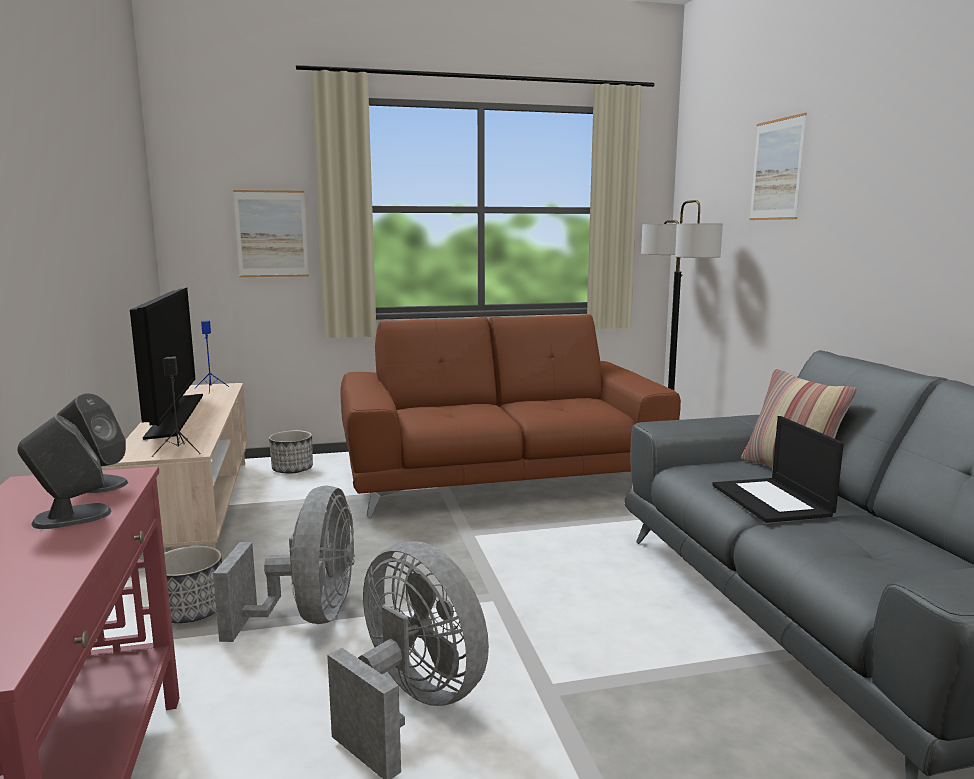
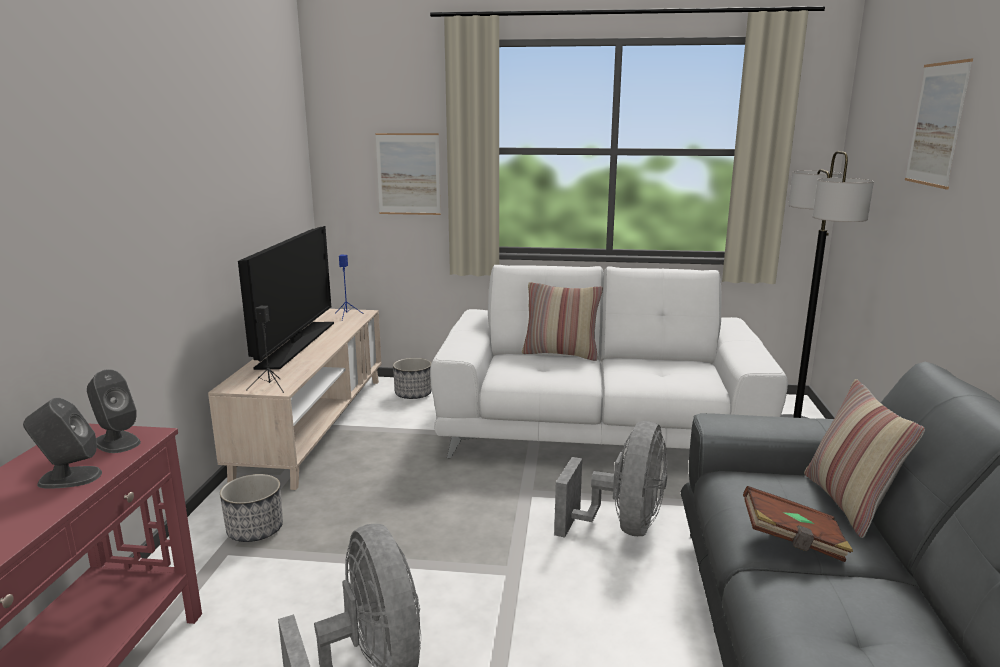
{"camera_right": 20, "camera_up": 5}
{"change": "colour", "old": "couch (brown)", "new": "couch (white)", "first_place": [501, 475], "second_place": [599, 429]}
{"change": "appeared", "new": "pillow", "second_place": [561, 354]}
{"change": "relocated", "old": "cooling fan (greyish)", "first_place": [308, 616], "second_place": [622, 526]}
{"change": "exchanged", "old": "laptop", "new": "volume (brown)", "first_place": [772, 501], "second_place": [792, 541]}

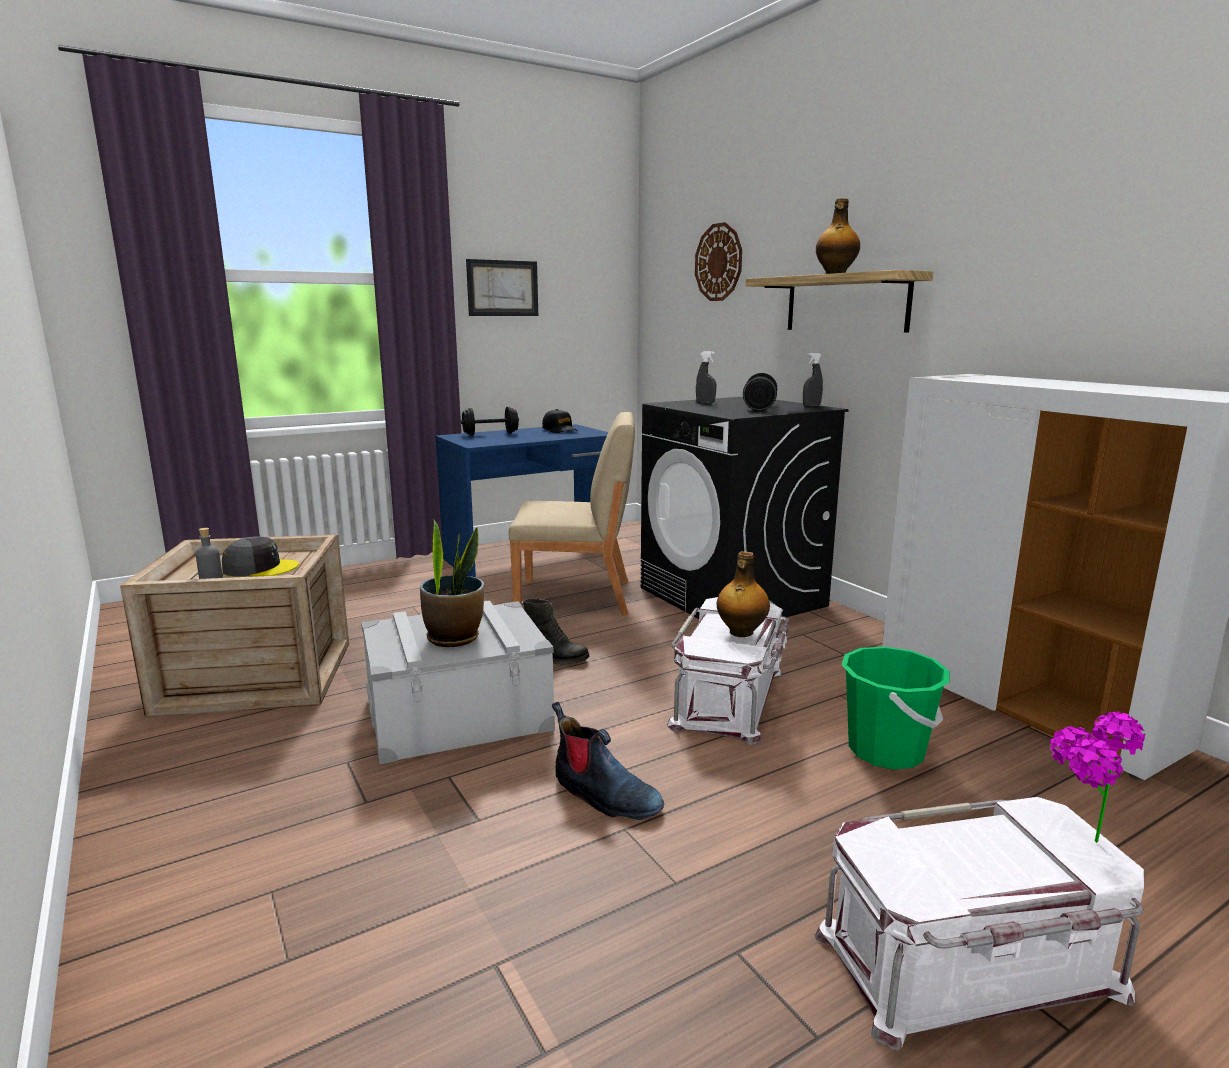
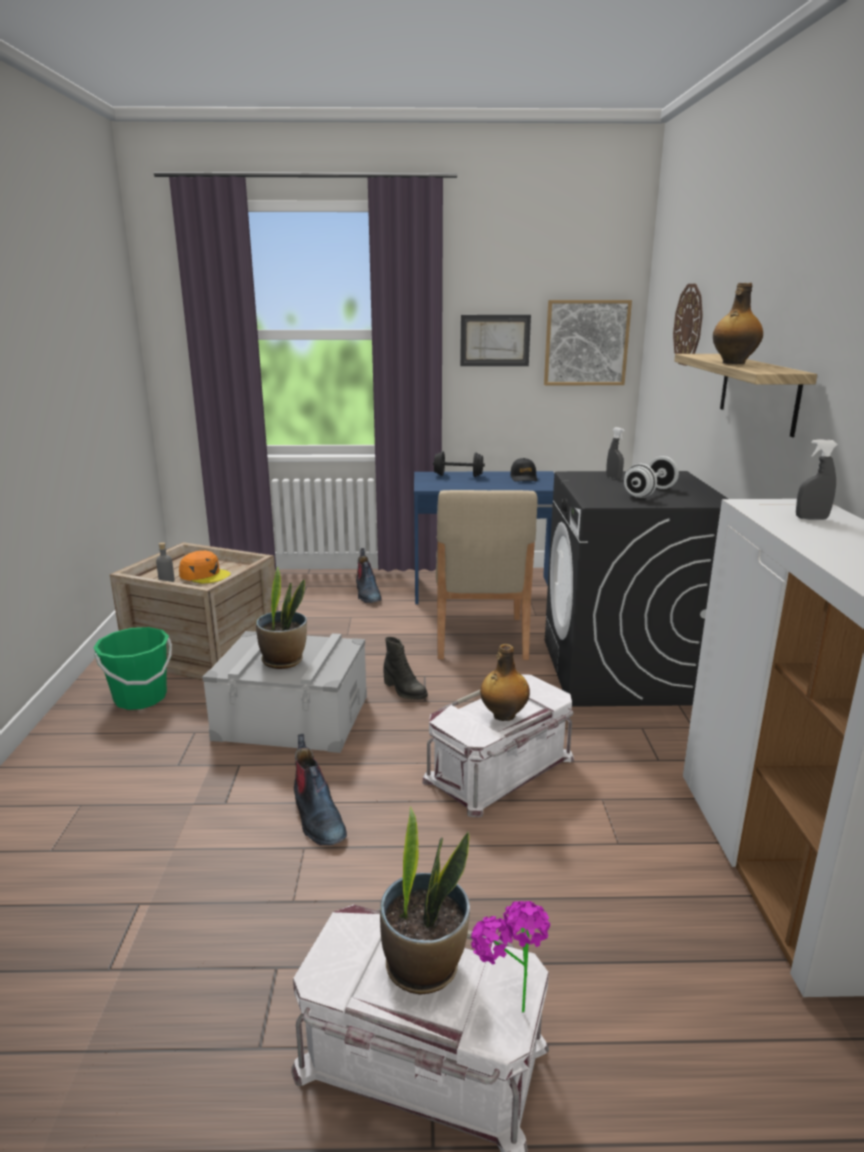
{"camera_right": 30, "camera_up": 5}
{"change": "relocated", "old": "water bucket (greenish)", "first_place": [886, 751], "second_place": [140, 698]}
{"change": "colour", "old": "peaked cap (greyish)", "new": "peaked cap (orange)", "first_place": [260, 568], "second_place": [205, 575]}
{"change": "appeared", "new": "tall boot", "second_place": [367, 594]}
{"change": "appeared", "new": "plant in a pot", "second_place": [424, 965]}
{"change": "spun", "old": "chair (beige)", "first_place": [576, 597], "second_place": [480, 638], "degrees": 60}
{"change": "appeared", "new": "wall picture", "second_place": [586, 343]}
{"change": "colour", "old": "dumbbell (black)", "new": "dumbbell (white)", "first_place": [759, 407], "second_place": [650, 492]}
{"change": "relocated", "old": "hand sprayer (greyish)", "first_place": [811, 406], "second_place": [811, 518]}

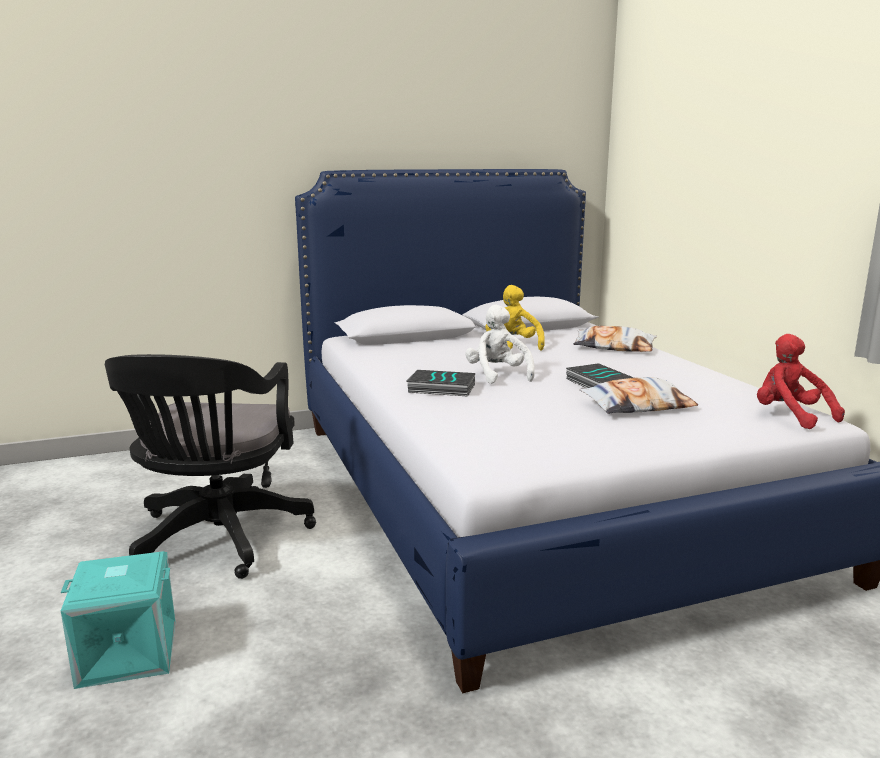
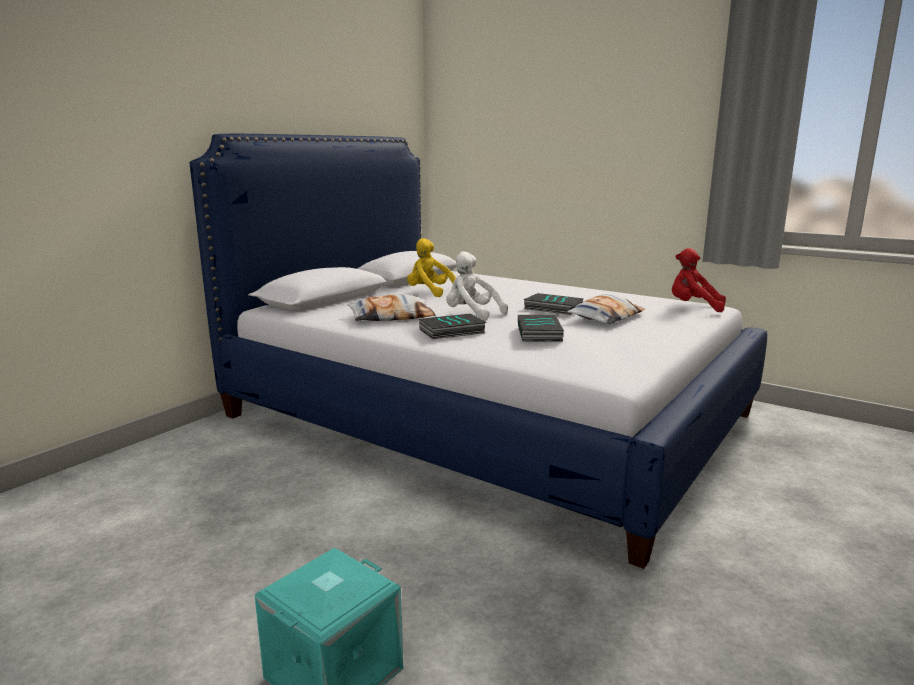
{"camera_right": -35, "camera_up": 0}
{"change": "relocated", "old": "pillow", "first_place": [614, 347], "second_place": [391, 317]}
{"change": "appeared", "new": "volume", "second_place": [540, 333]}
{"change": "missing", "old": "office chair (black)", "first_place": [217, 540]}

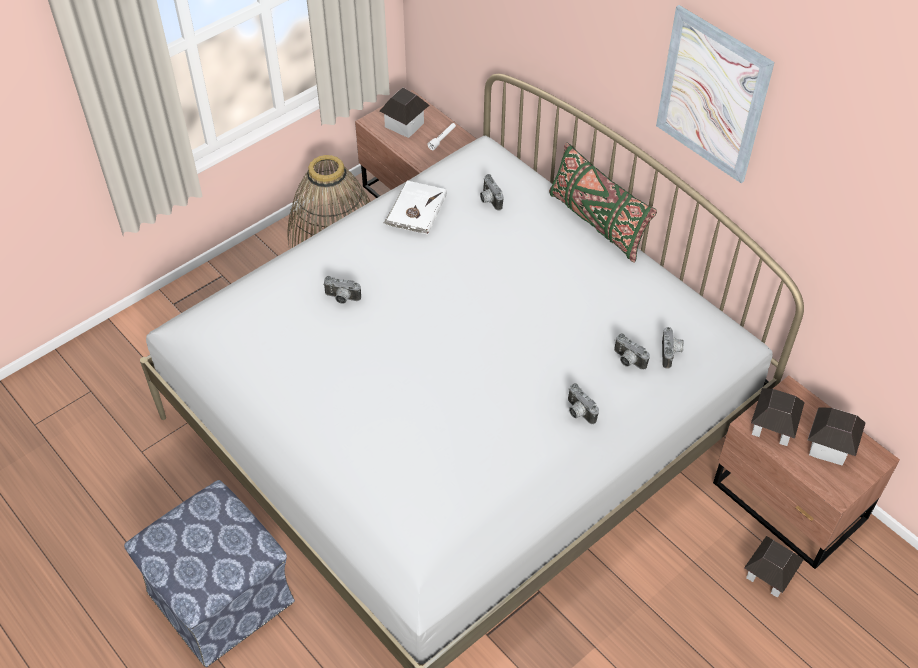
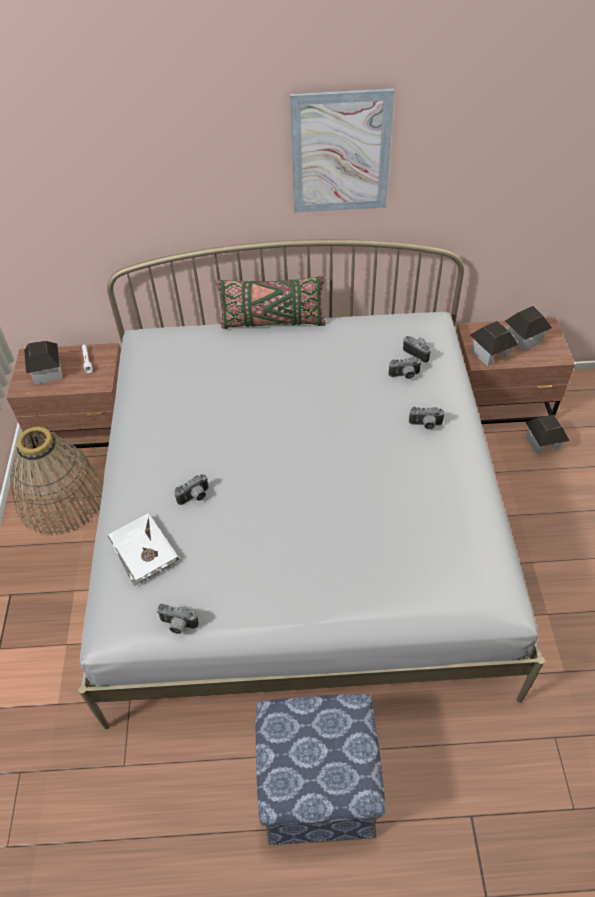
{"camera_right": -50, "camera_up": 0}
{"change": "relocated", "old": "volume (white)", "first_place": [415, 210], "second_place": [143, 551]}
{"change": "relocated", "old": "still camera", "first_place": [489, 200], "second_place": [177, 625]}

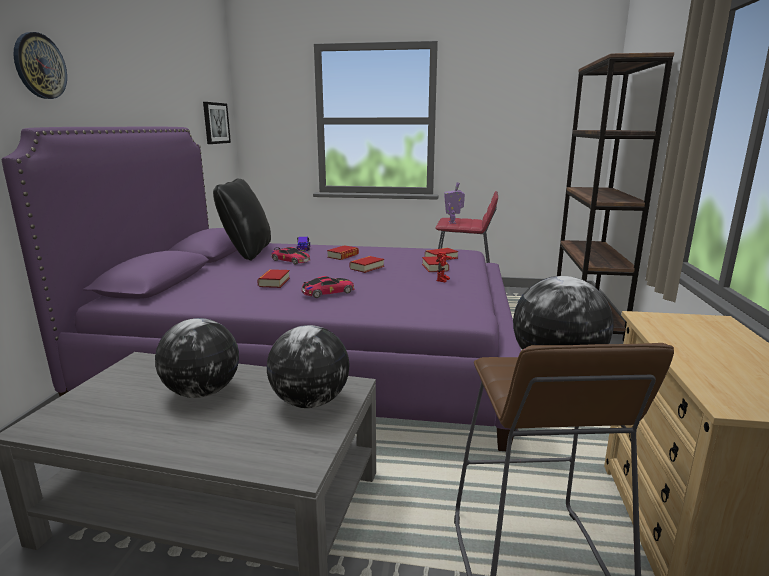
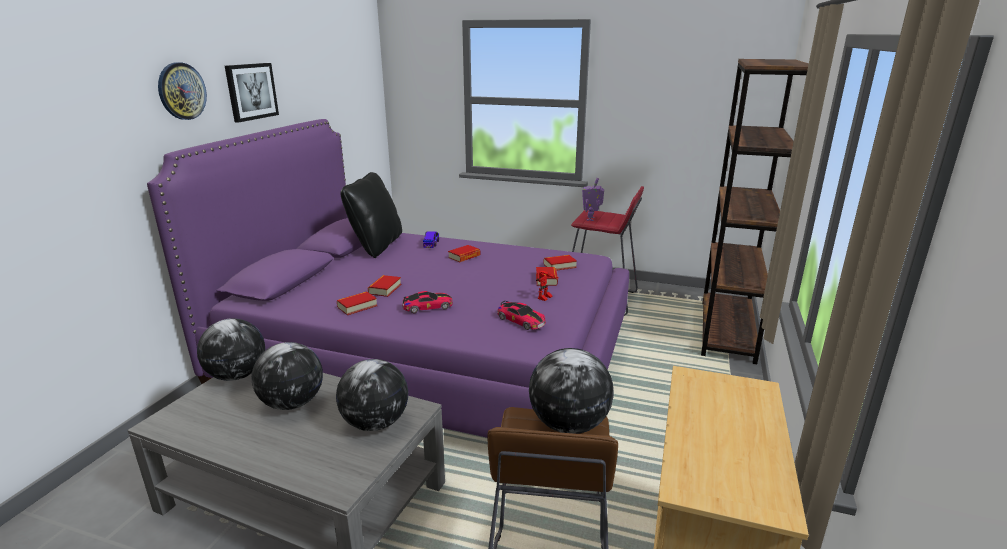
{"camera_right": 10, "camera_up": 5}
{"change": "appeared", "new": "desk globe", "second_place": [237, 375]}
{"change": "relocated", "old": "wall picture", "first_place": [215, 123], "second_place": [251, 91]}
{"change": "relocated", "old": "volume", "first_place": [367, 267], "second_place": [357, 306]}
{"change": "relocated", "old": "miniature car", "first_place": [290, 260], "second_place": [521, 320]}

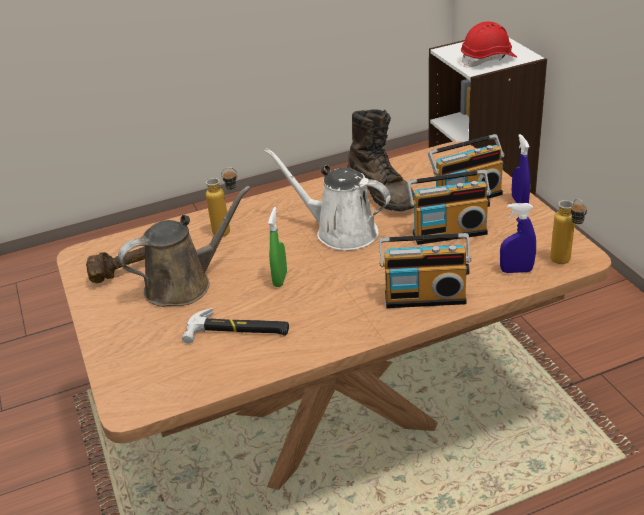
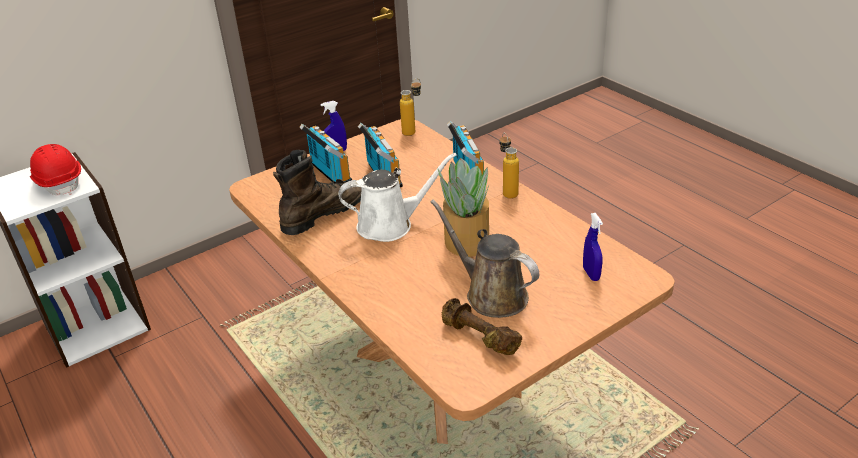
{"camera_right": -105, "camera_up": 0}
{"change": "spun", "old": "sprinkling can (white)", "first_place": [340, 232], "second_place": [390, 225], "degrees": -120}
{"change": "exchanged", "old": "hand sprayer (greenish)", "new": "plant in a pot", "first_place": [280, 279], "second_place": [466, 242]}
{"change": "relocated", "old": "beverage bottle", "first_place": [229, 231], "second_place": [507, 191]}
{"change": "relocated", "old": "hand sprayer (blue)", "first_place": [516, 270], "second_place": [591, 274]}
{"change": "missing", "old": "hand hammer", "first_place": [238, 331]}

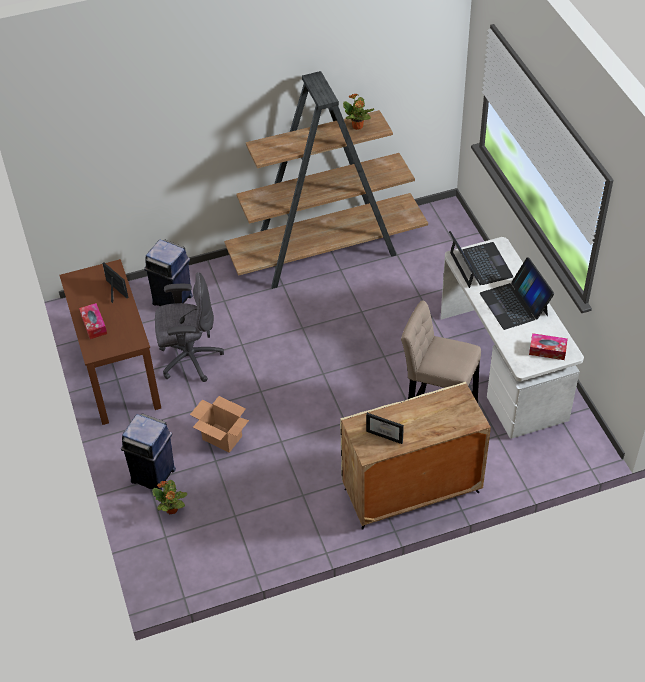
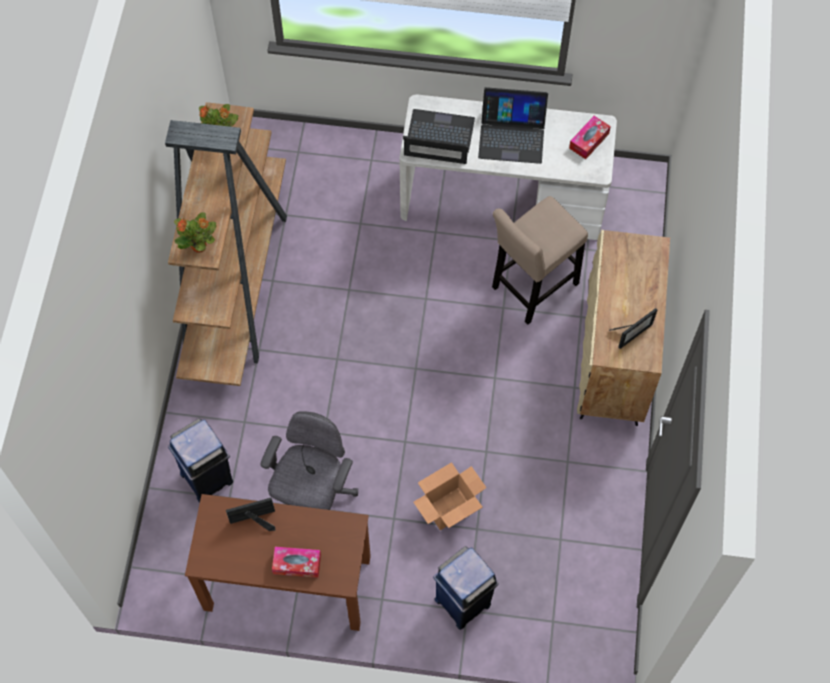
{"camera_right": -65, "camera_up": 15}
{"change": "relocated", "old": "plant in a pot", "first_place": [172, 510], "second_place": [199, 246]}

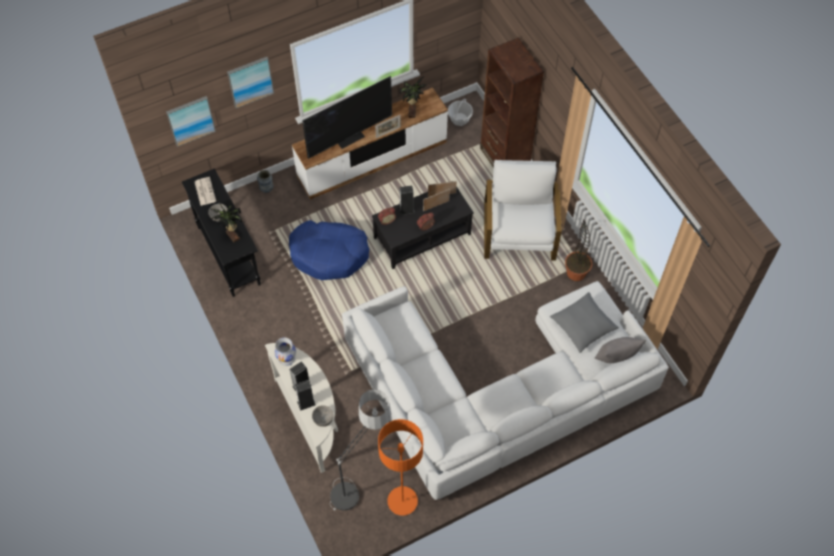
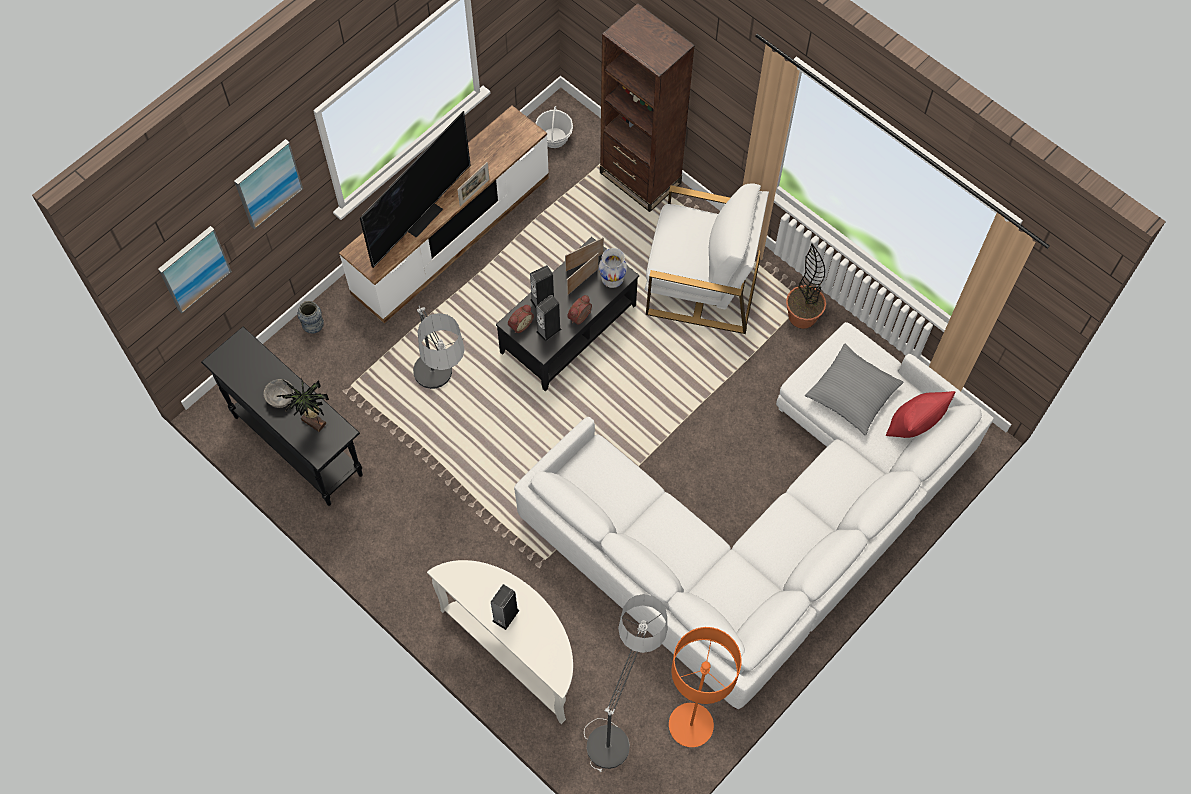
{"camera_right": -20, "camera_up": 5}
{"change": "exchanged", "old": "dog cushion (blue)", "new": "standard lamp", "first_place": [329, 254], "second_place": [445, 398]}
{"change": "relocated", "old": "loudspeaker", "first_place": [306, 403], "second_place": [548, 330]}
{"change": "relocated", "old": "decorative vase (white)", "first_place": [286, 359], "second_place": [612, 279]}
{"change": "spun", "old": "armchair (white)", "first_place": [520, 232], "second_place": [703, 280], "degrees": 120}
{"change": "colour", "old": "pillow (greyish)", "new": "pillow (red-coloured)", "first_place": [616, 357], "second_place": [914, 425]}
{"change": "missing", "old": "printed paper", "first_place": [205, 191]}
{"change": "missing", "old": "serving bowl (greyish)", "first_place": [323, 419]}
{"change": "missing", "old": "plant in a pot", "first_place": [413, 112]}

